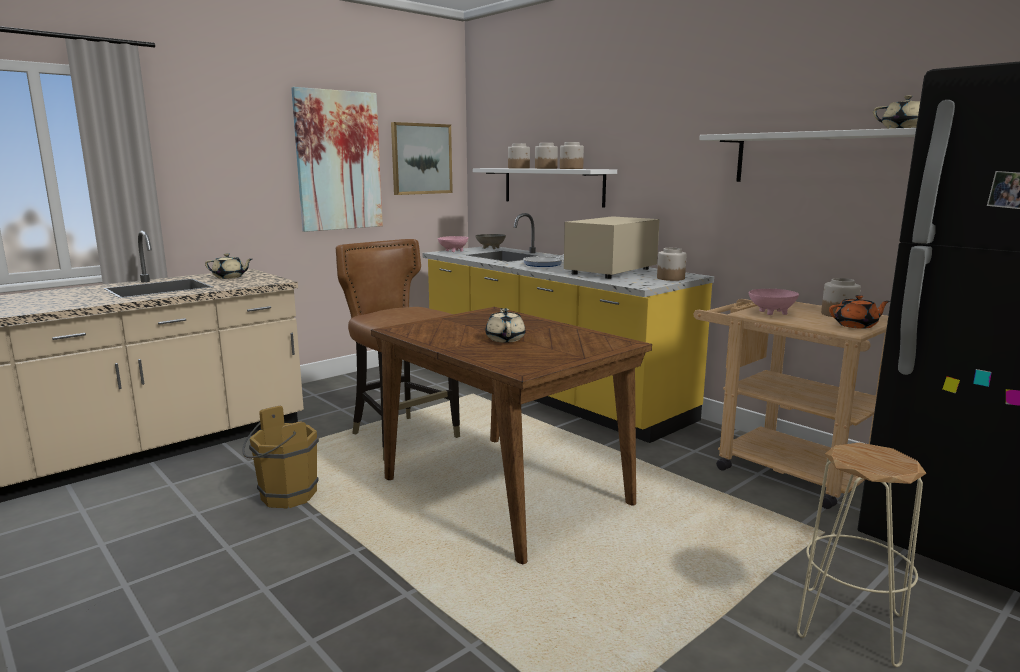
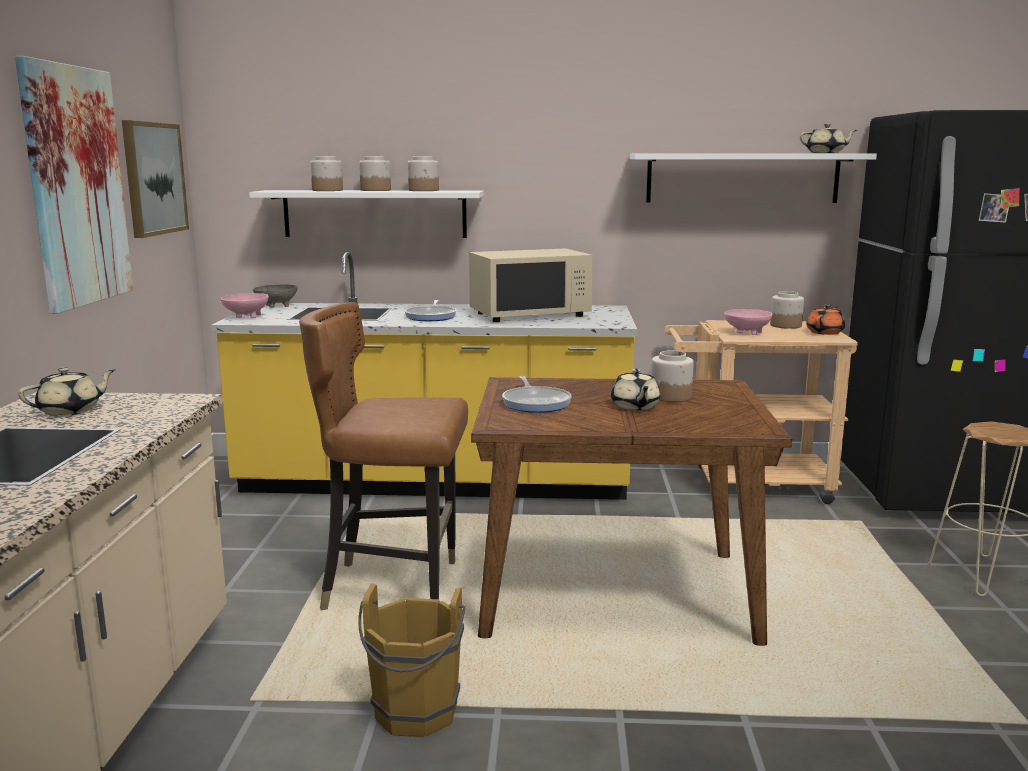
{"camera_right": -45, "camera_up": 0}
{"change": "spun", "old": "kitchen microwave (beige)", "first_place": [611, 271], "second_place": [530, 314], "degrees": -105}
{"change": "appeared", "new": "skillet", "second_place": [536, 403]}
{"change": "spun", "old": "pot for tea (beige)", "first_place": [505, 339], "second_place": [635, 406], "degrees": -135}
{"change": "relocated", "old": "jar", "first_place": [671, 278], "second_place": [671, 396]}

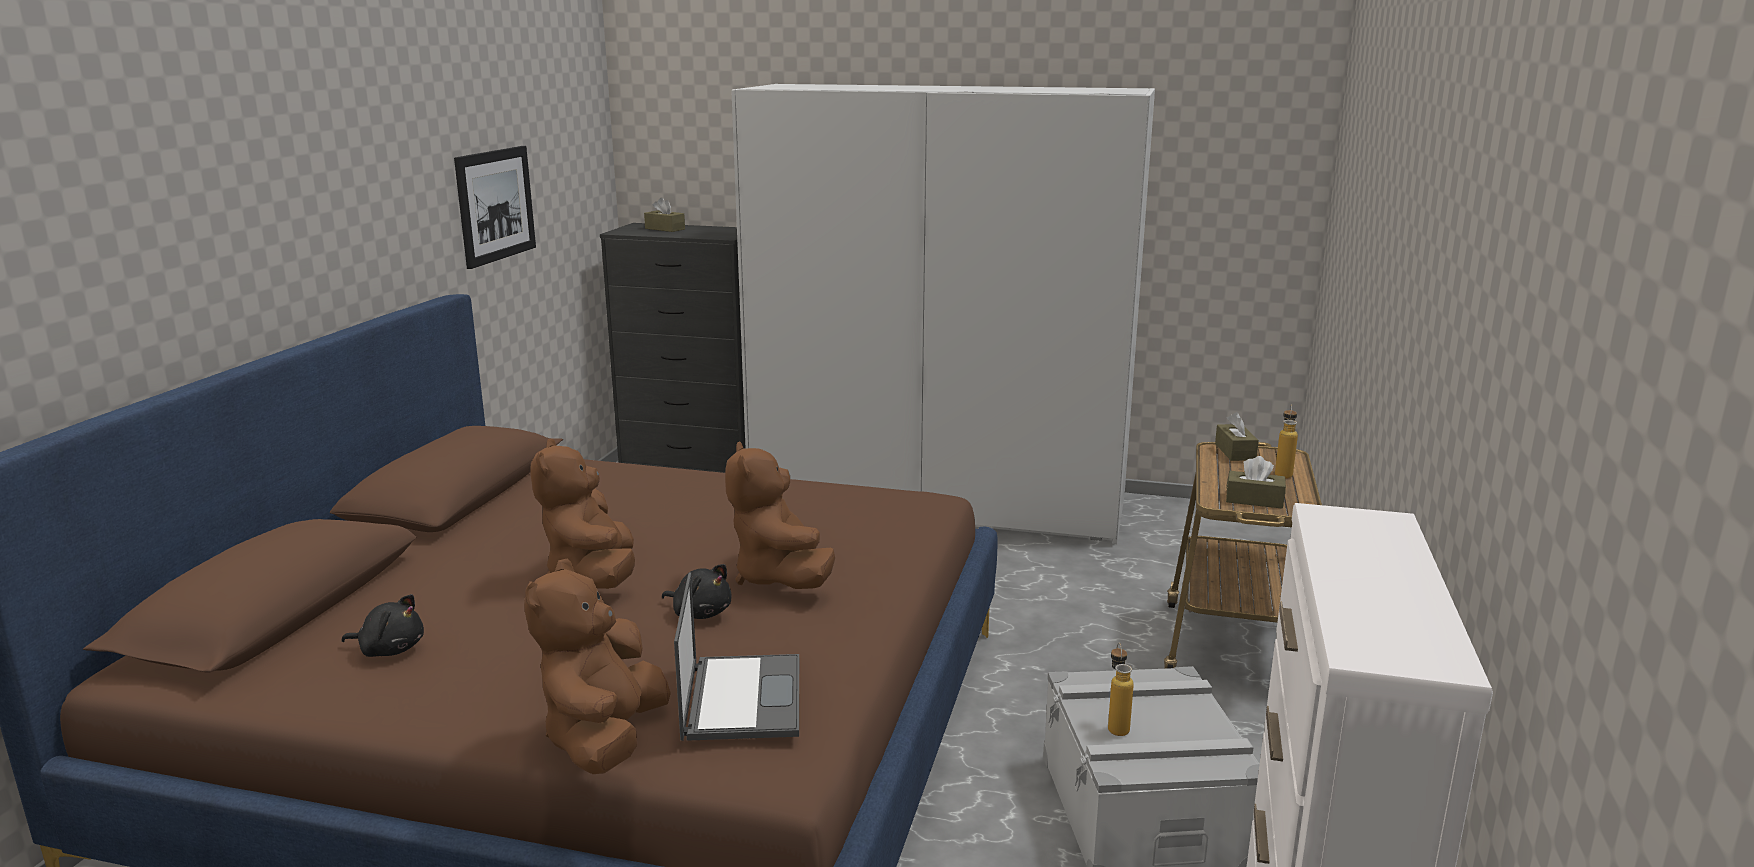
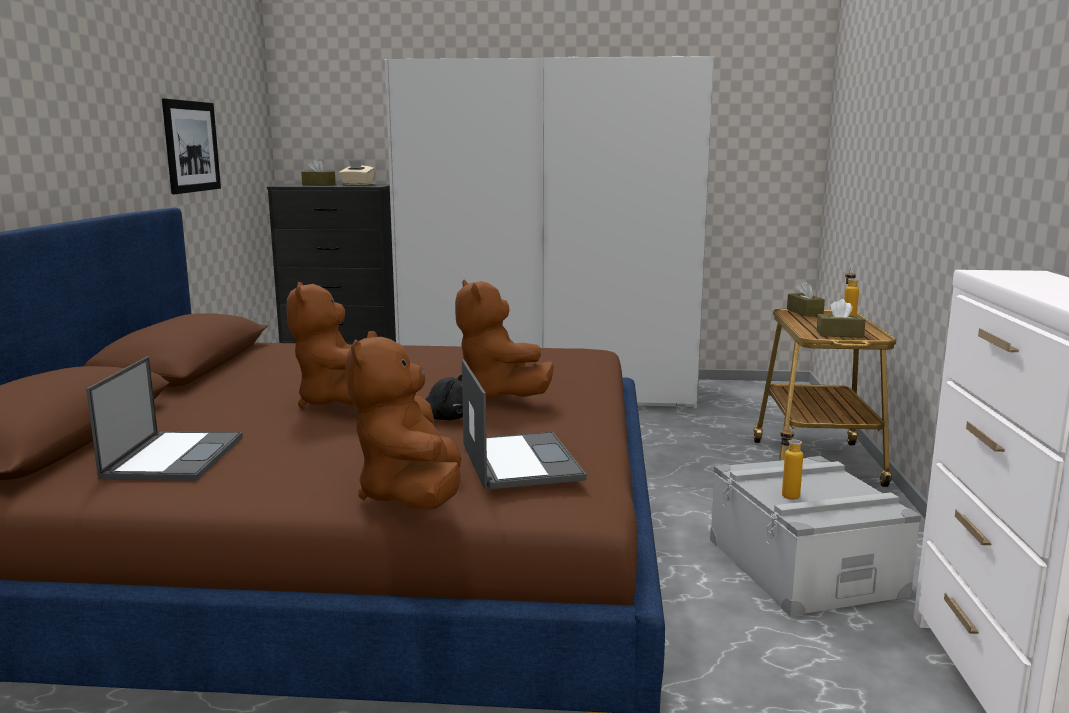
{"camera_right": -10, "camera_up": -5}
{"change": "exchanged", "old": "soft toy (black)", "new": "laptop", "first_place": [390, 649], "second_place": [174, 456]}
{"change": "appeared", "new": "box of tissues (beige)", "second_place": [357, 184]}

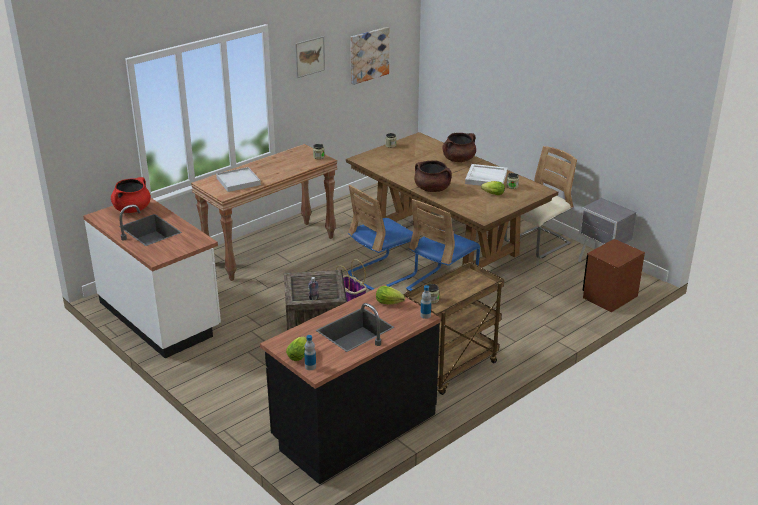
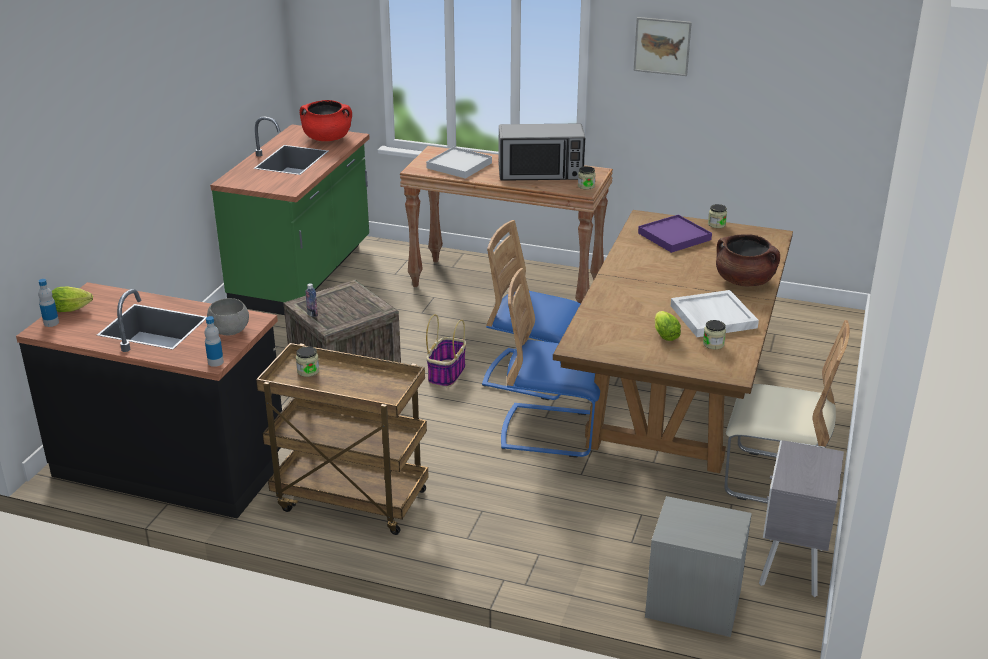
{"camera_right": 60, "camera_up": 0}
{"change": "exchanged", "old": "lettuce head", "new": "serving bowl (greyish)", "first_place": [390, 303], "second_place": [230, 331]}
{"change": "colour", "old": "counter (white)", "new": "counter (greenish)", "first_place": [160, 316], "second_place": [304, 275]}
{"change": "appeared", "new": "kitchen microwave", "second_place": [541, 173]}
{"change": "appeared", "new": "serving tray (purplish)", "second_place": [674, 236]}
{"change": "colour", "old": "bedside table (brown)", "new": "bedside table (greyish)", "first_place": [609, 297], "second_place": [693, 604]}
{"change": "missing", "old": "wall picture", "first_place": [368, 55]}
{"change": "missing", "old": "saucepot (brown)", "first_place": [432, 189]}

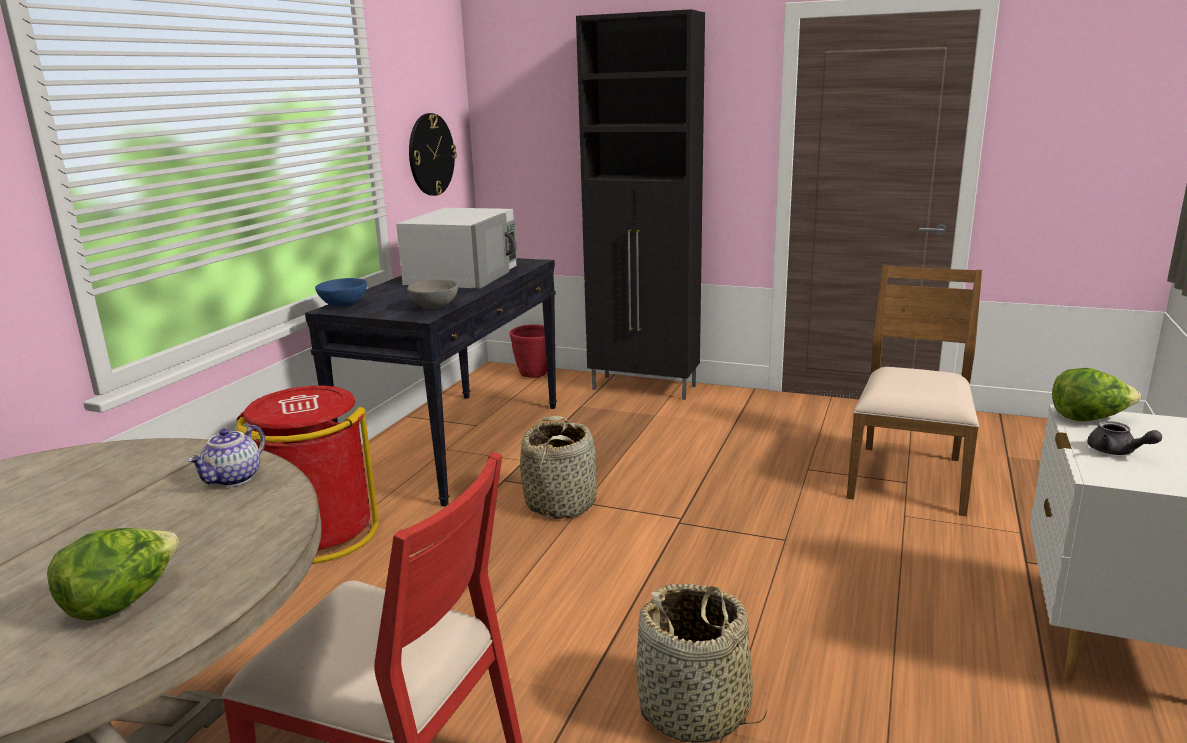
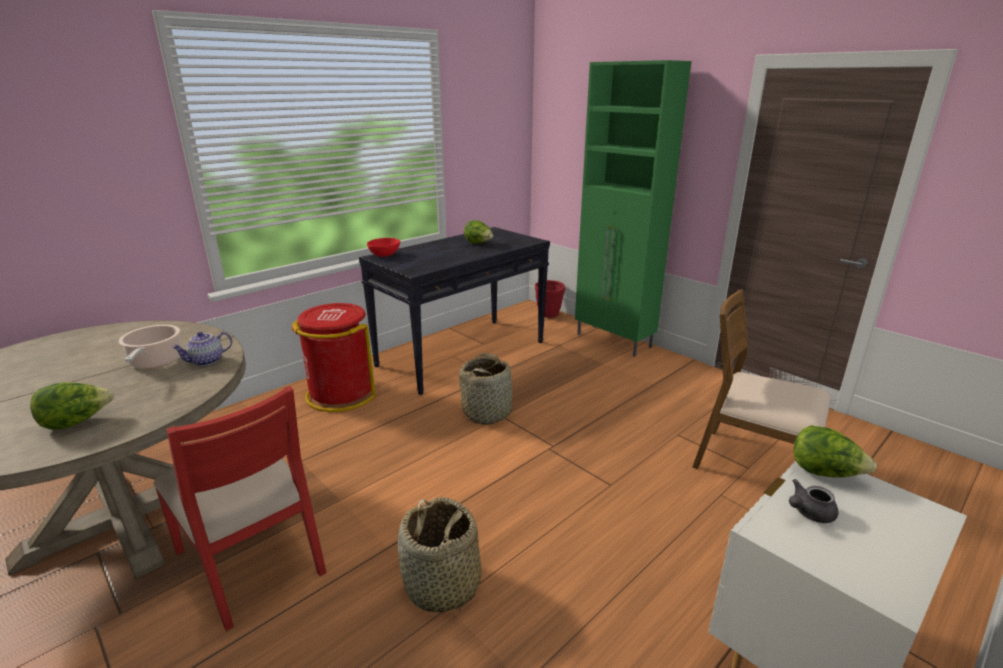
{"camera_right": 25, "camera_up": 5}
{"change": "appeared", "new": "saucepot", "second_place": [155, 362]}
{"change": "colour", "old": "serving bowl (blue)", "new": "serving bowl (red-coloured)", "first_place": [344, 305], "second_place": [385, 255]}
{"change": "exchanged", "old": "kitchen microwave (white)", "new": "lettuce head", "first_place": [463, 274], "second_place": [478, 244]}
{"change": "colour", "old": "cupboard (black)", "new": "cupboard (greenish)", "first_place": [645, 388], "second_place": [614, 341]}
{"change": "spun", "old": "chair (brown)", "first_place": [908, 477], "second_place": [753, 464], "degrees": -105}
{"change": "spun", "old": "pot for tea (greyish)", "first_place": [1116, 452], "second_place": [808, 513], "degrees": 75}
{"change": "missing", "old": "serving bowl (greyish)", "first_place": [435, 307]}
{"change": "missing", "old": "hanging clock", "first_place": [431, 154]}

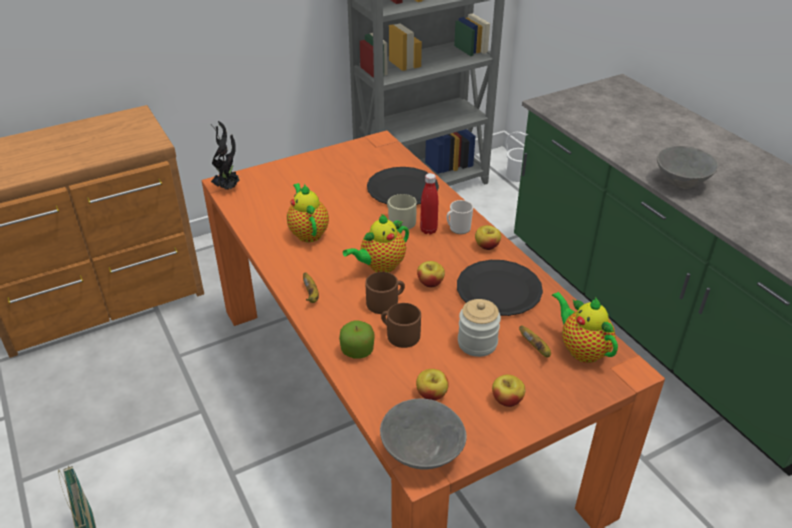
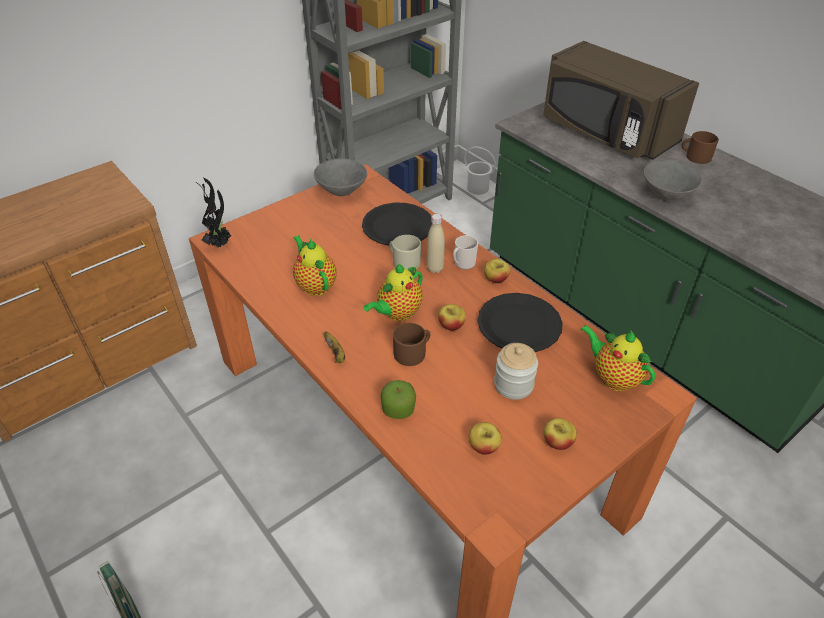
{"camera_right": -10, "camera_up": 5}
{"change": "relocated", "old": "serving bowl (greyish)", "first_place": [422, 454], "second_place": [342, 191]}
{"change": "colour", "old": "beverage bottle (red-coloured)", "new": "beverage bottle (beige)", "first_place": [428, 230], "second_place": [435, 268]}
{"change": "appeared", "new": "kitchen microwave (brown)", "second_place": [606, 132]}
{"change": "relocated", "old": "mug (brown)", "first_place": [399, 334], "second_place": [695, 156]}
{"change": "missing", "old": "whole banana", "first_place": [536, 348]}

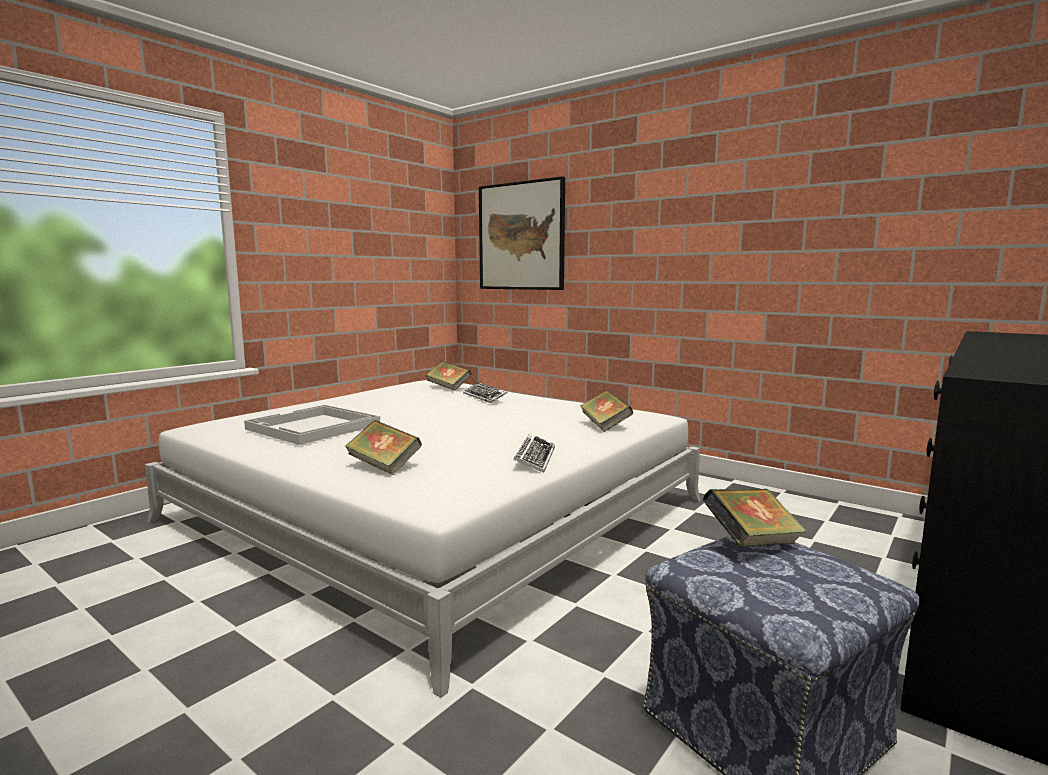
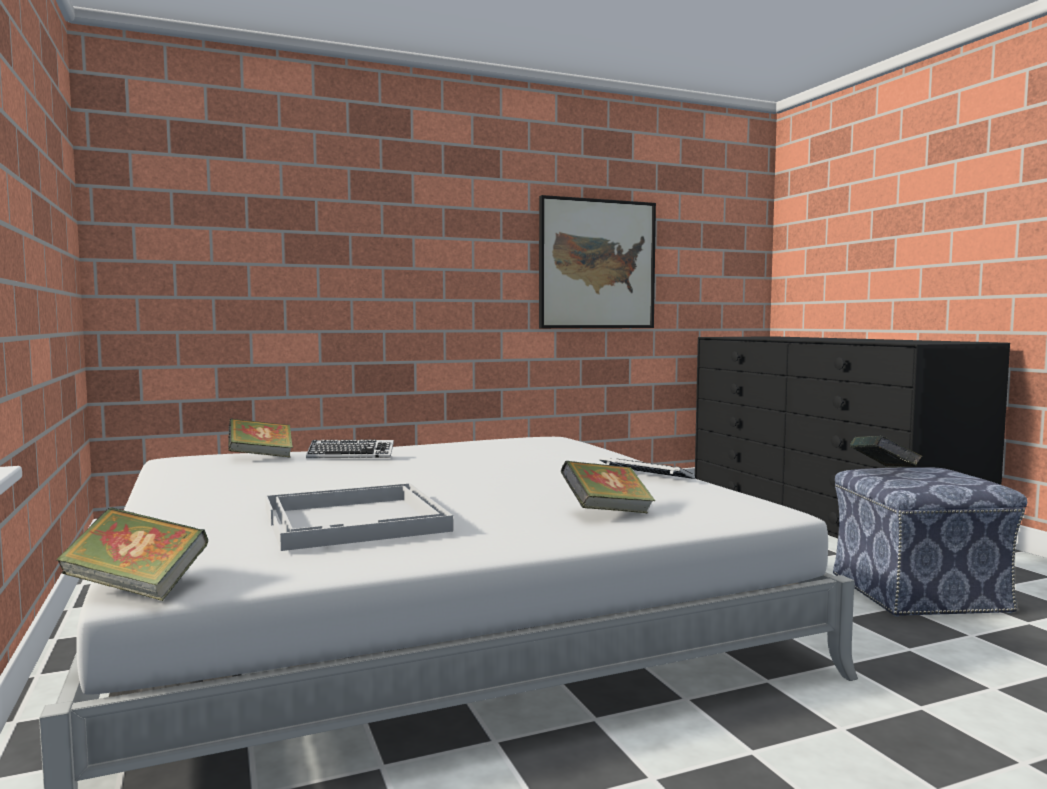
{"camera_right": -60, "camera_up": -5}
{"change": "relocated", "old": "volume", "first_place": [605, 426], "second_place": [136, 588]}
{"change": "relocated", "old": "wall picture", "first_place": [521, 236], "second_place": [597, 264]}

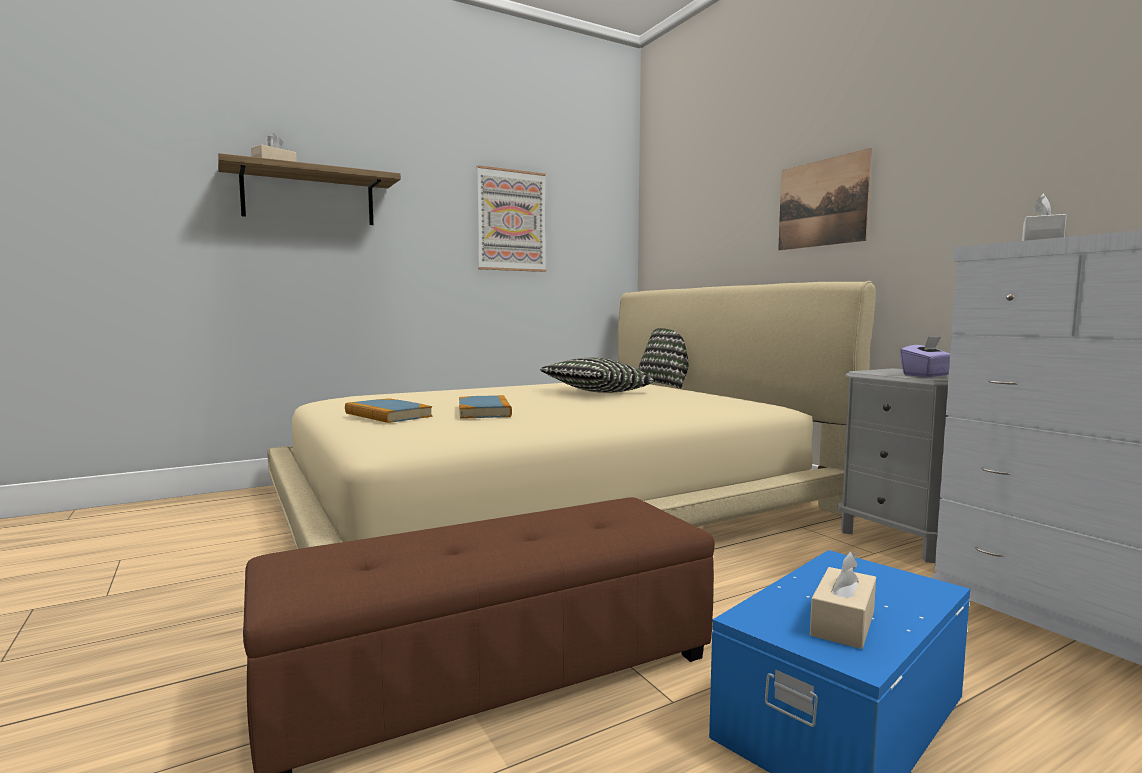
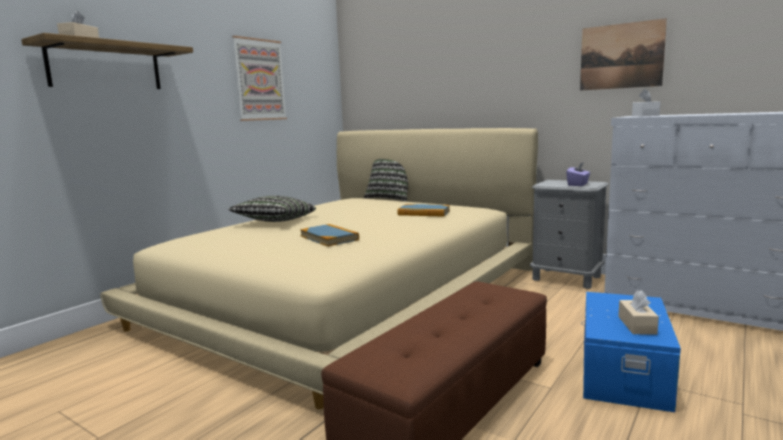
{"camera_right": -25, "camera_up": 5}
{"change": "relocated", "old": "pillow", "first_place": [596, 393], "second_place": [274, 222]}
{"change": "relocated", "old": "volume", "first_place": [387, 415], "second_place": [424, 213]}
{"change": "relocated", "old": "wall picture", "first_place": [822, 203], "second_place": [621, 56]}

